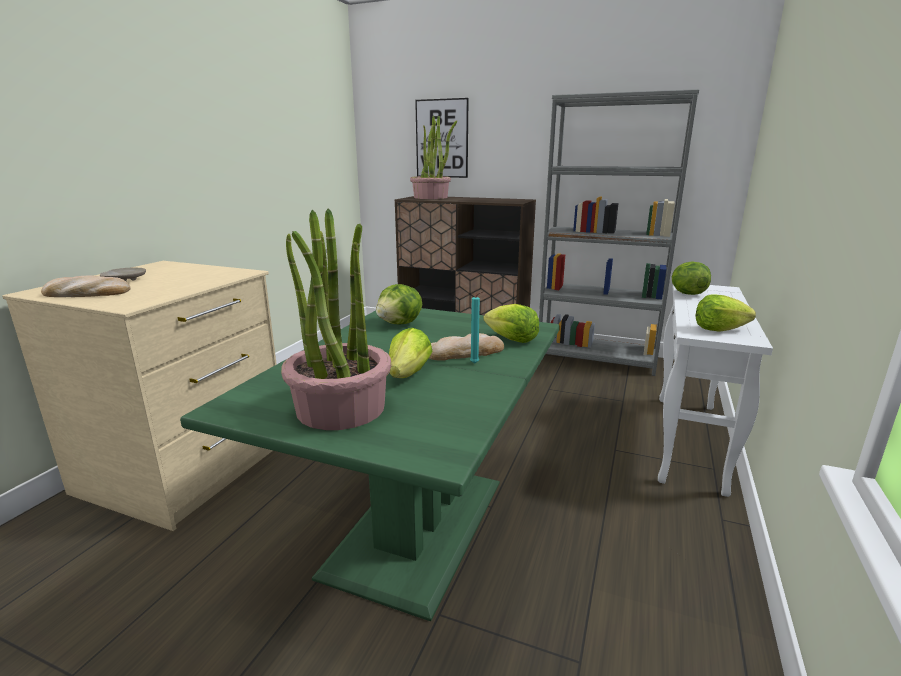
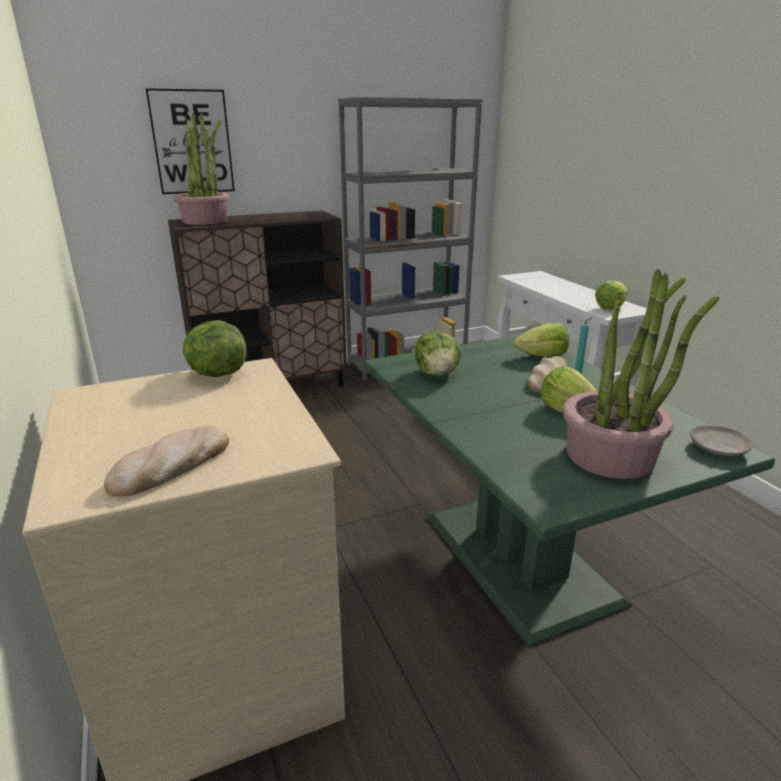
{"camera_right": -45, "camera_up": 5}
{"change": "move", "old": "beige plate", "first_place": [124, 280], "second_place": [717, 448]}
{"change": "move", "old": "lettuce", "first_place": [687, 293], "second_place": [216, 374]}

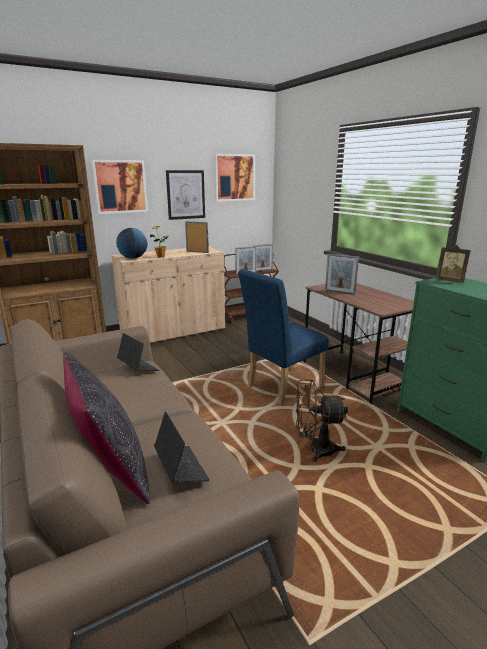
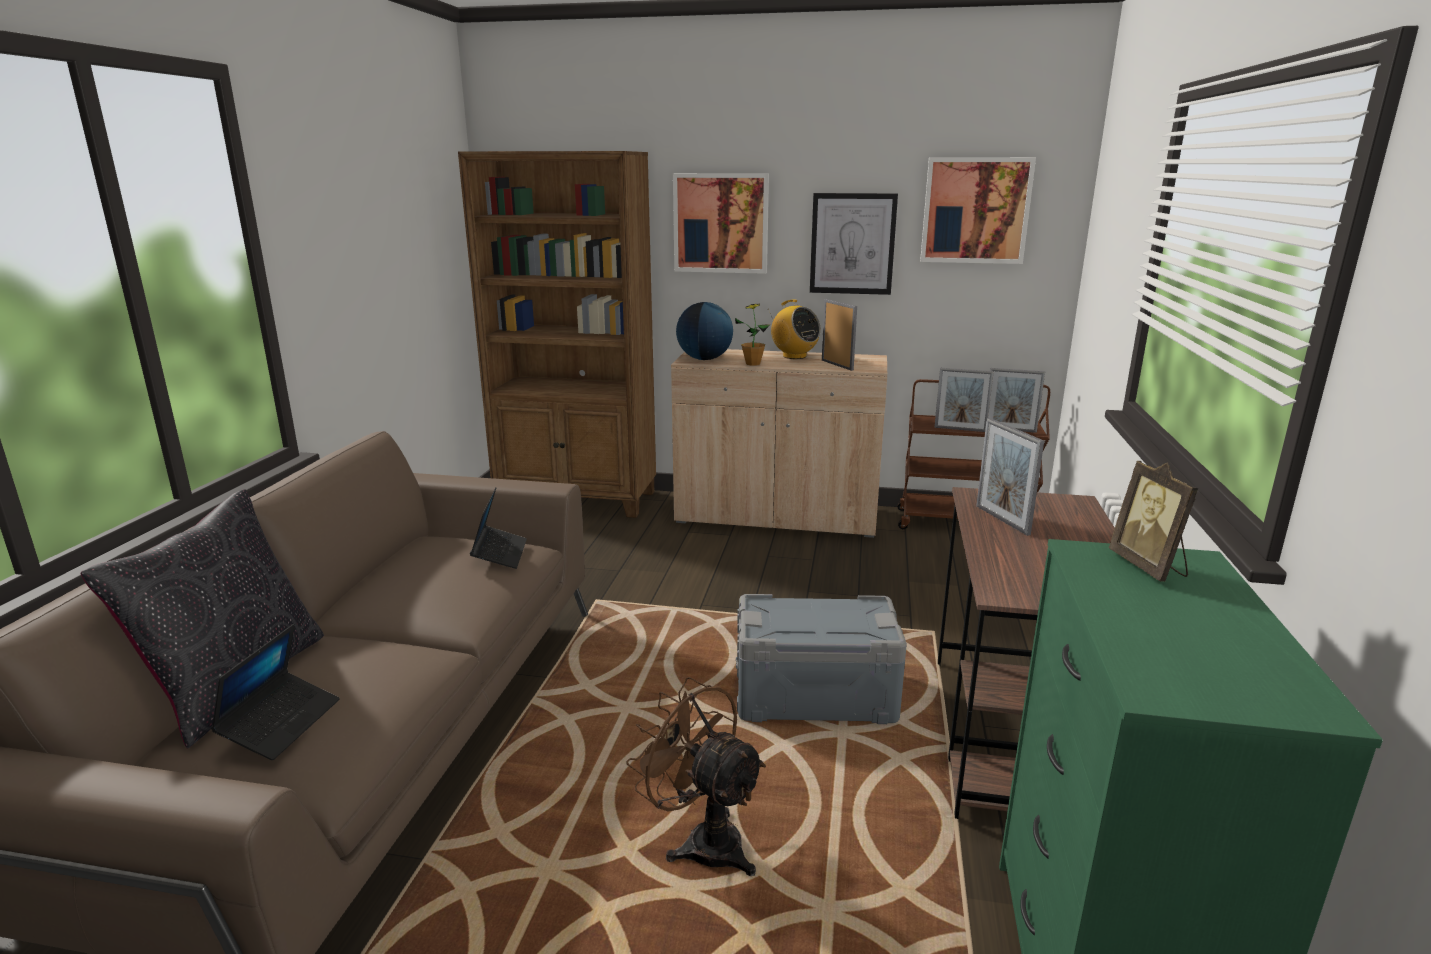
{"camera_right": 40, "camera_up": 0}
{"change": "insert", "new": "radio", "second_place": [794, 356]}
{"change": "replace", "old": "blue chair", "new": "grey storage box", "first_place": [280, 388], "second_place": [814, 694]}

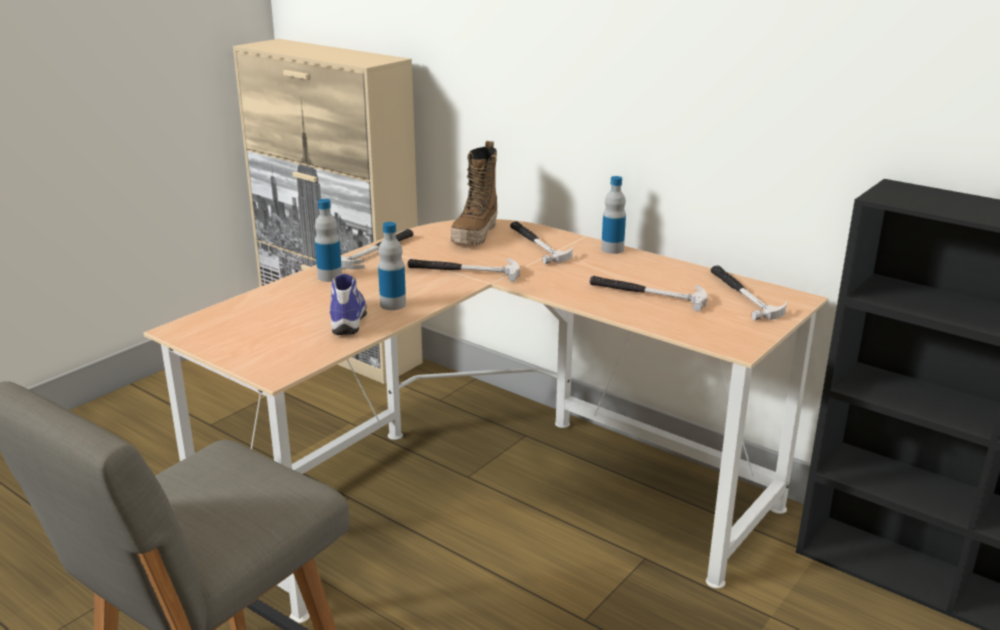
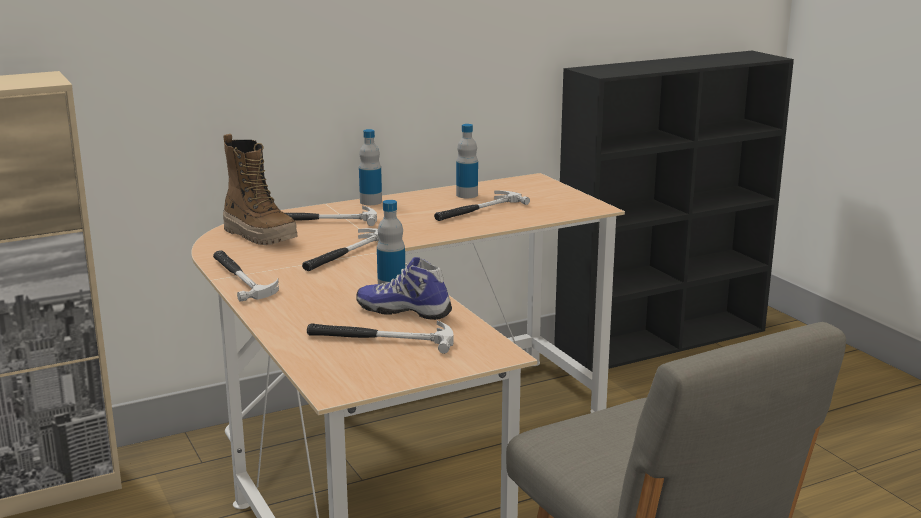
{"camera_right": -65, "camera_up": -5}
{"change": "move", "old": "bottle", "first_place": [330, 277], "second_place": [467, 195]}
{"change": "move", "old": "hammer", "first_place": [743, 295], "second_place": [380, 339]}

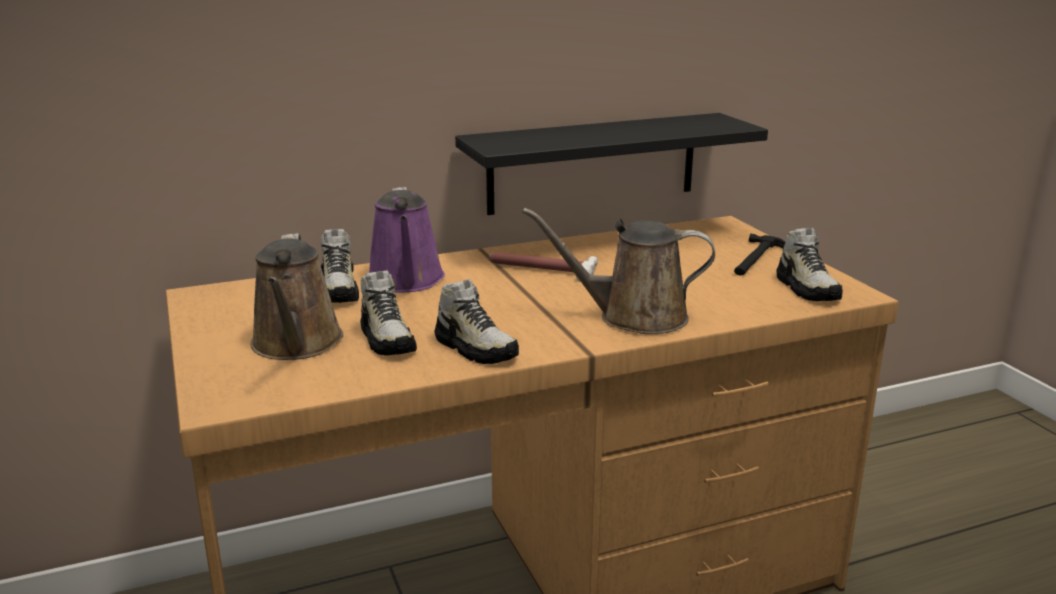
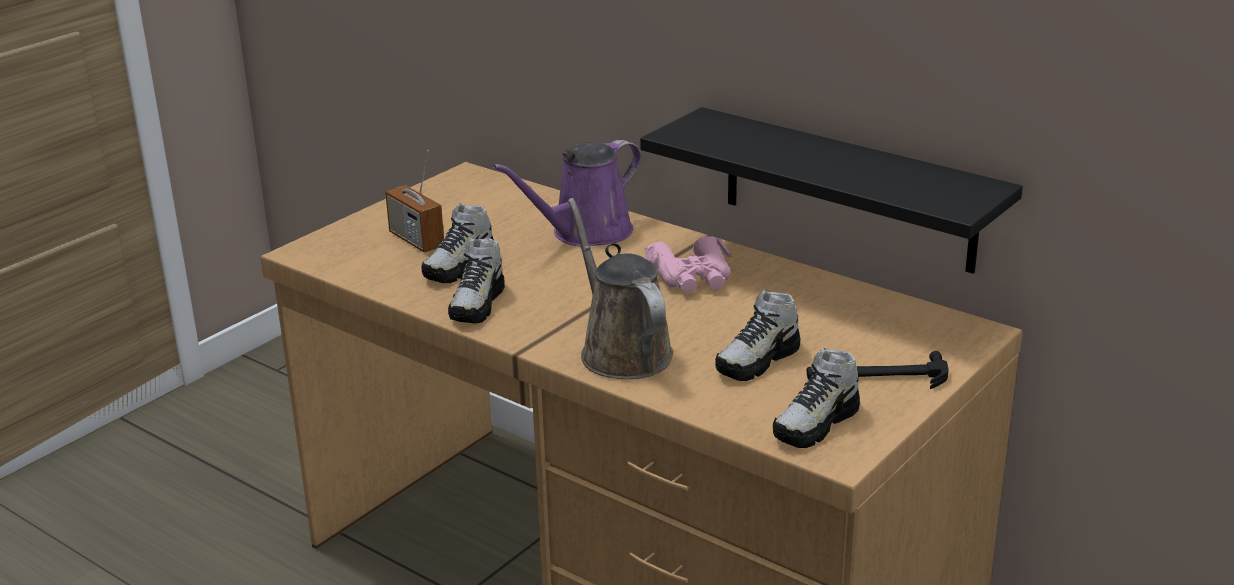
{"camera_right": 60, "camera_up": 5}
{"change": "move", "old": "shoe", "first_place": [340, 290], "second_place": [757, 361]}
{"change": "replace", "old": "brown watering can", "new": "radio", "first_place": [296, 345], "second_place": [416, 240]}
{"change": "replace", "old": "hammer", "new": "pink binoculars", "first_place": [541, 268], "second_place": [692, 277]}

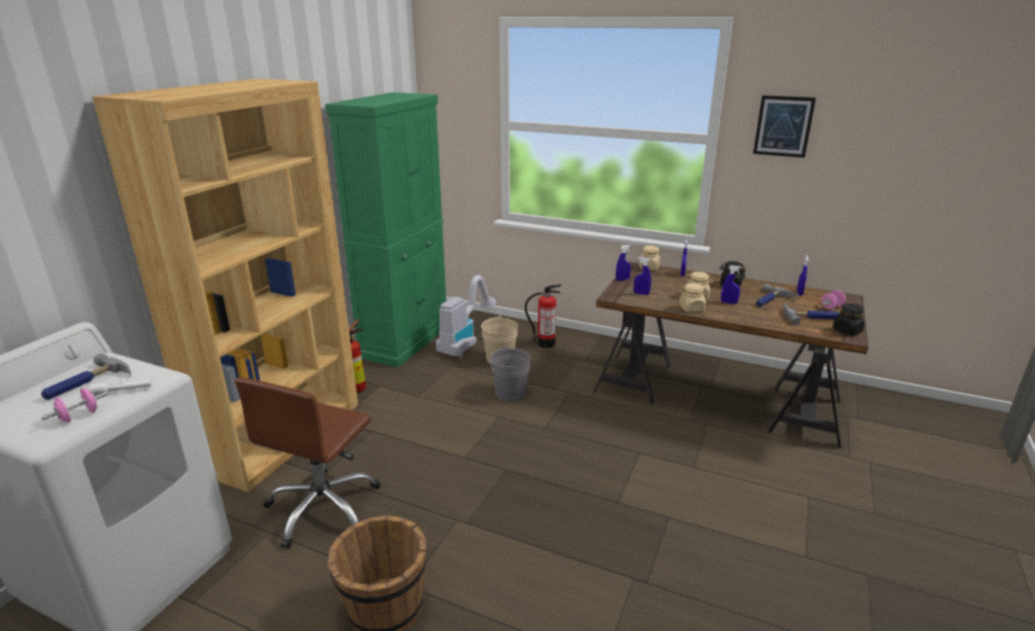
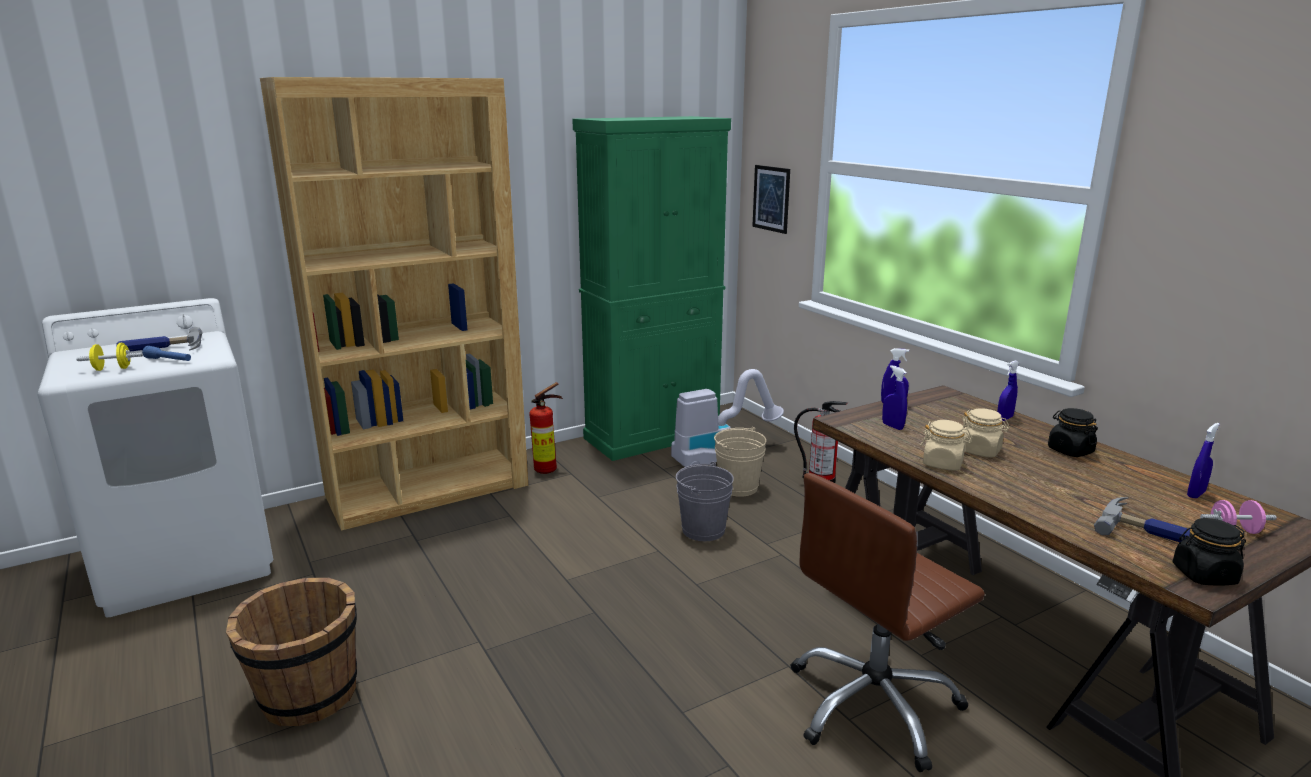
{"camera_right": 35, "camera_up": -5}
{"change": "delete", "old": "beige jar", "first_place": [649, 267]}
{"change": "delete", "old": "blue spray bottle", "first_place": [729, 303]}
{"change": "delete", "old": "hammer", "first_place": [771, 301]}
{"change": "move", "old": "brown office chair", "first_place": [323, 508], "second_place": [873, 705]}
{"change": "move", "old": "picture", "first_place": [783, 126], "second_place": [771, 198]}
{"change": "recolor", "old": "pink dumbbell", "new": "yellow dumbbell", "first_place": [79, 416], "second_place": [113, 369]}
{"change": "recolor", "old": "white flashlight", "new": "blue flashlight", "first_place": [123, 392], "second_place": [169, 360]}

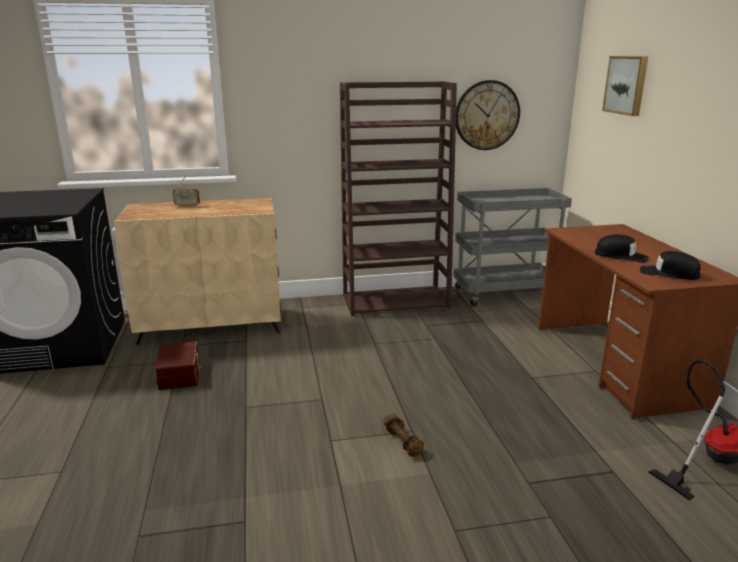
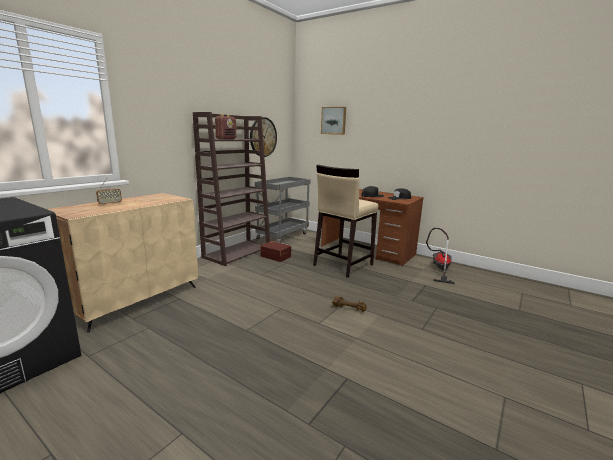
{"camera_right": -45, "camera_up": -5}
{"change": "insert", "new": "radio", "second_place": [226, 139]}
{"change": "insert", "new": "beige stool", "second_place": [342, 265]}
{"change": "move", "old": "brown storage box", "first_place": [181, 374], "second_place": [276, 256]}

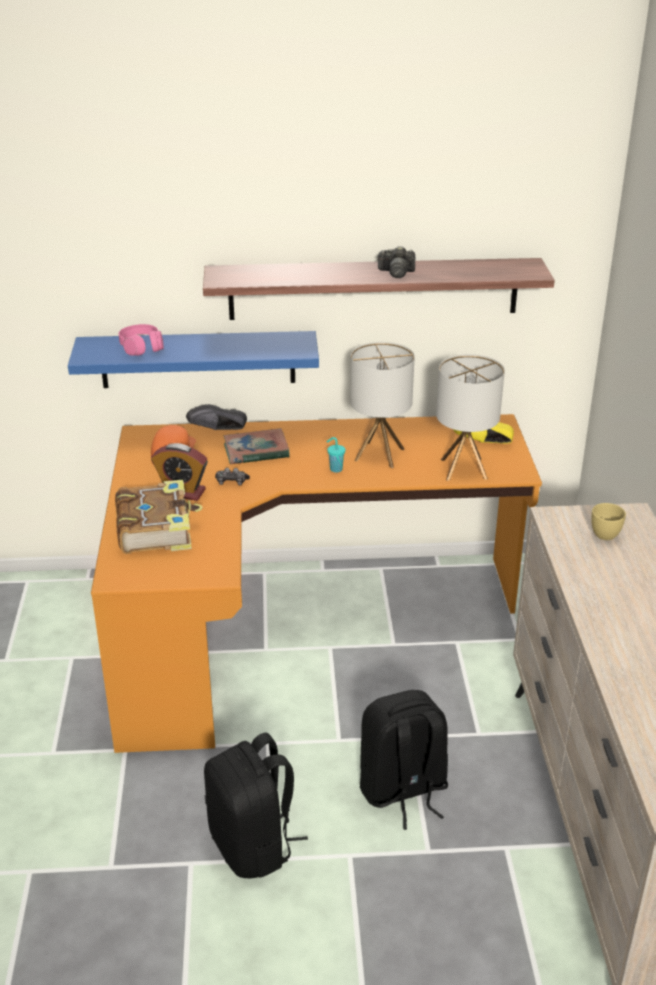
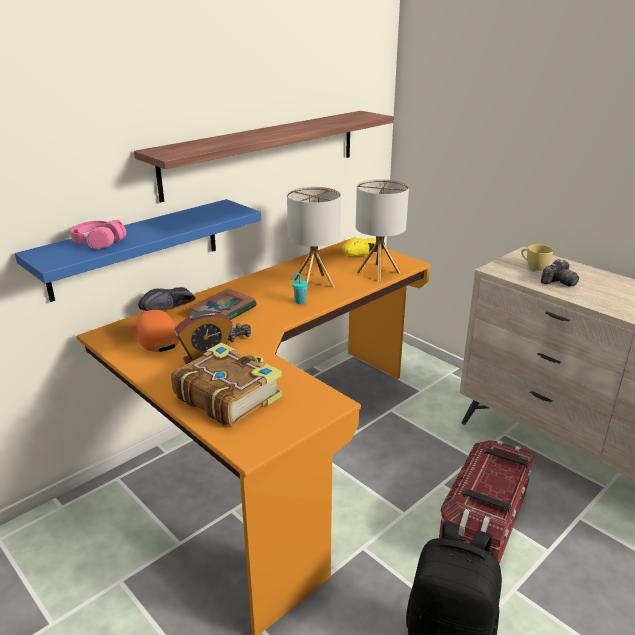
{"camera_right": -40, "camera_up": -5}
{"change": "move", "old": "photo camera", "first_place": [396, 273], "second_place": [558, 282]}
{"change": "replace", "old": "black backpack", "new": "storage box", "first_place": [403, 791], "second_place": [484, 521]}

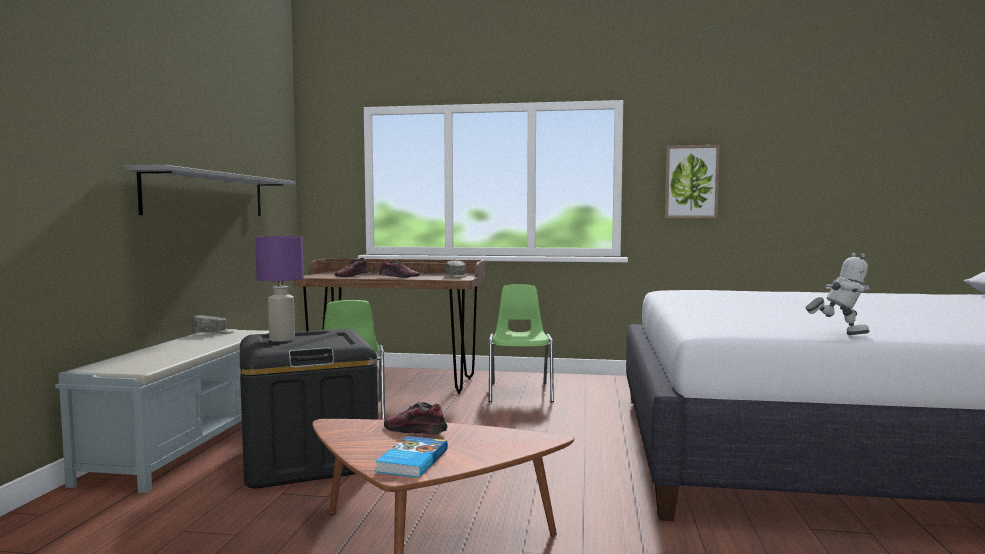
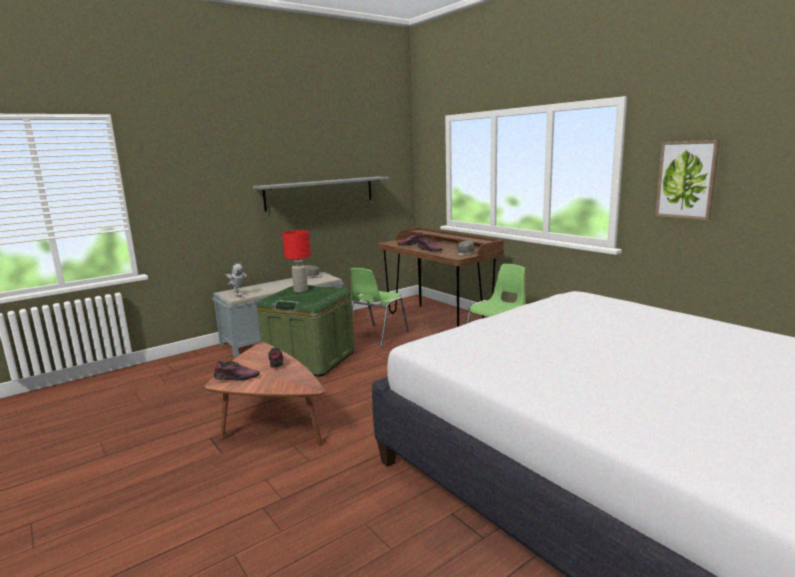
{"camera_right": 45, "camera_up": 10}
{"change": "move", "old": "toy robot", "first_place": [839, 333], "second_place": [237, 295]}
{"change": "replace", "old": "book", "new": "shoe", "first_place": [411, 461], "second_place": [236, 378]}
{"change": "recolor", "old": "black storage box", "new": "green storage box", "first_place": [308, 459], "second_place": [310, 359]}
{"change": "recolor", "old": "purple table lamp", "new": "red table lamp", "first_place": [282, 339], "second_place": [301, 290]}

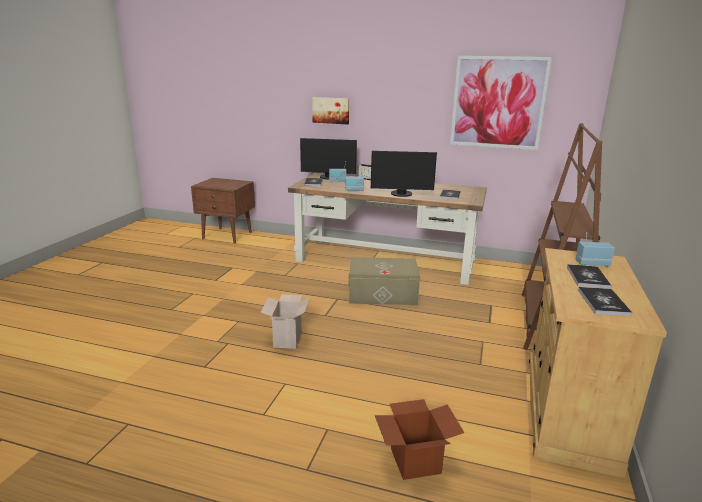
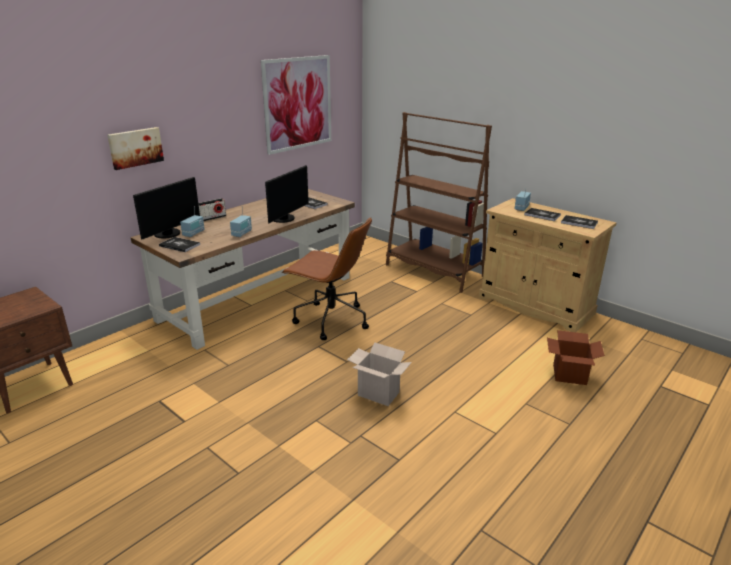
{"camera_right": -65, "camera_up": 5}
{"change": "replace", "old": "beige storage box", "new": "brown office chair", "first_place": [382, 294], "second_place": [330, 320]}

